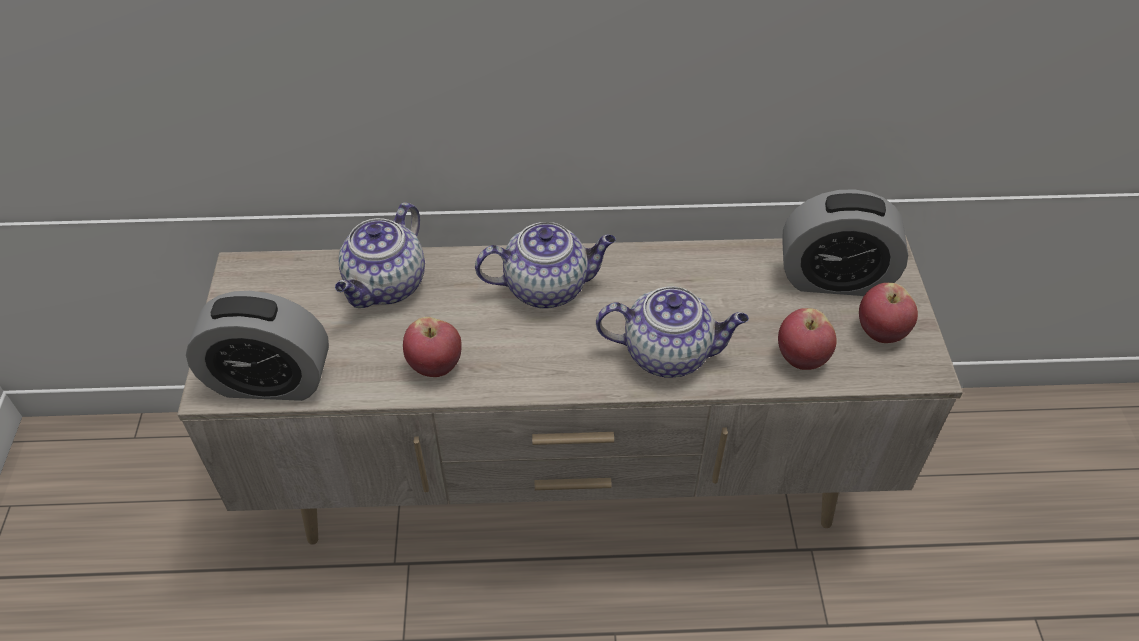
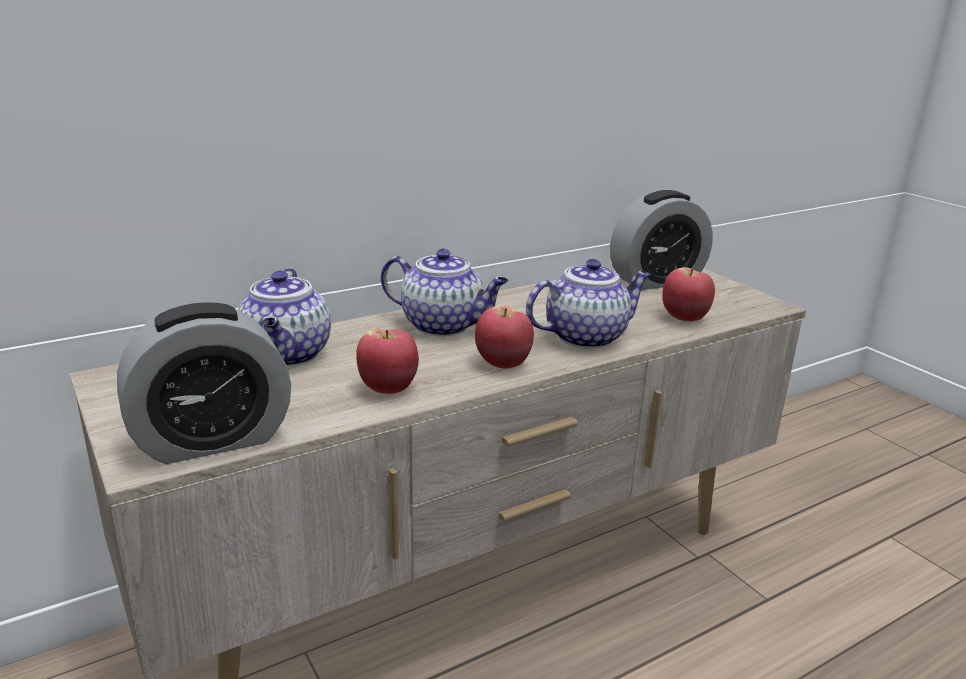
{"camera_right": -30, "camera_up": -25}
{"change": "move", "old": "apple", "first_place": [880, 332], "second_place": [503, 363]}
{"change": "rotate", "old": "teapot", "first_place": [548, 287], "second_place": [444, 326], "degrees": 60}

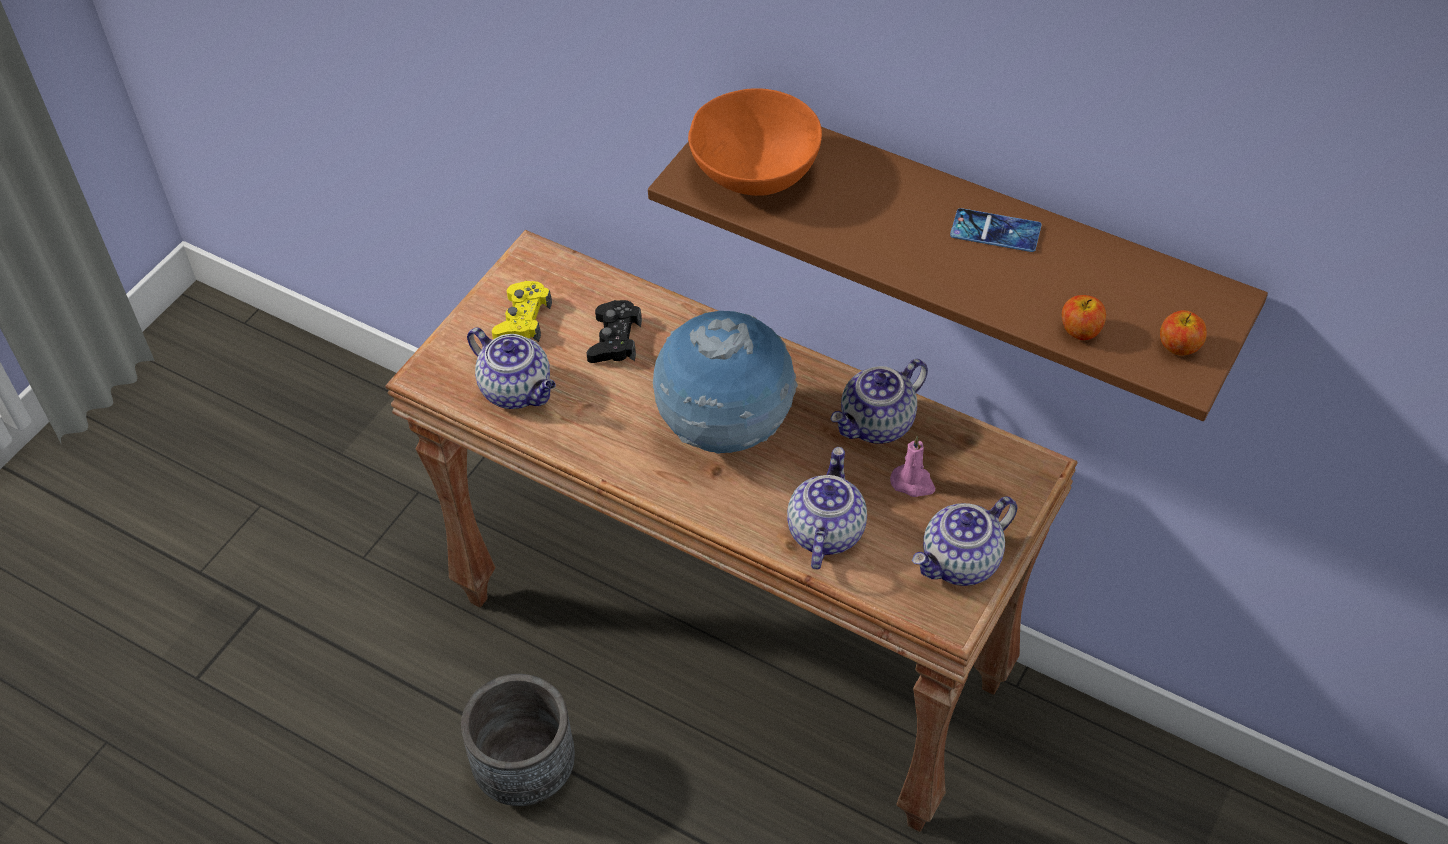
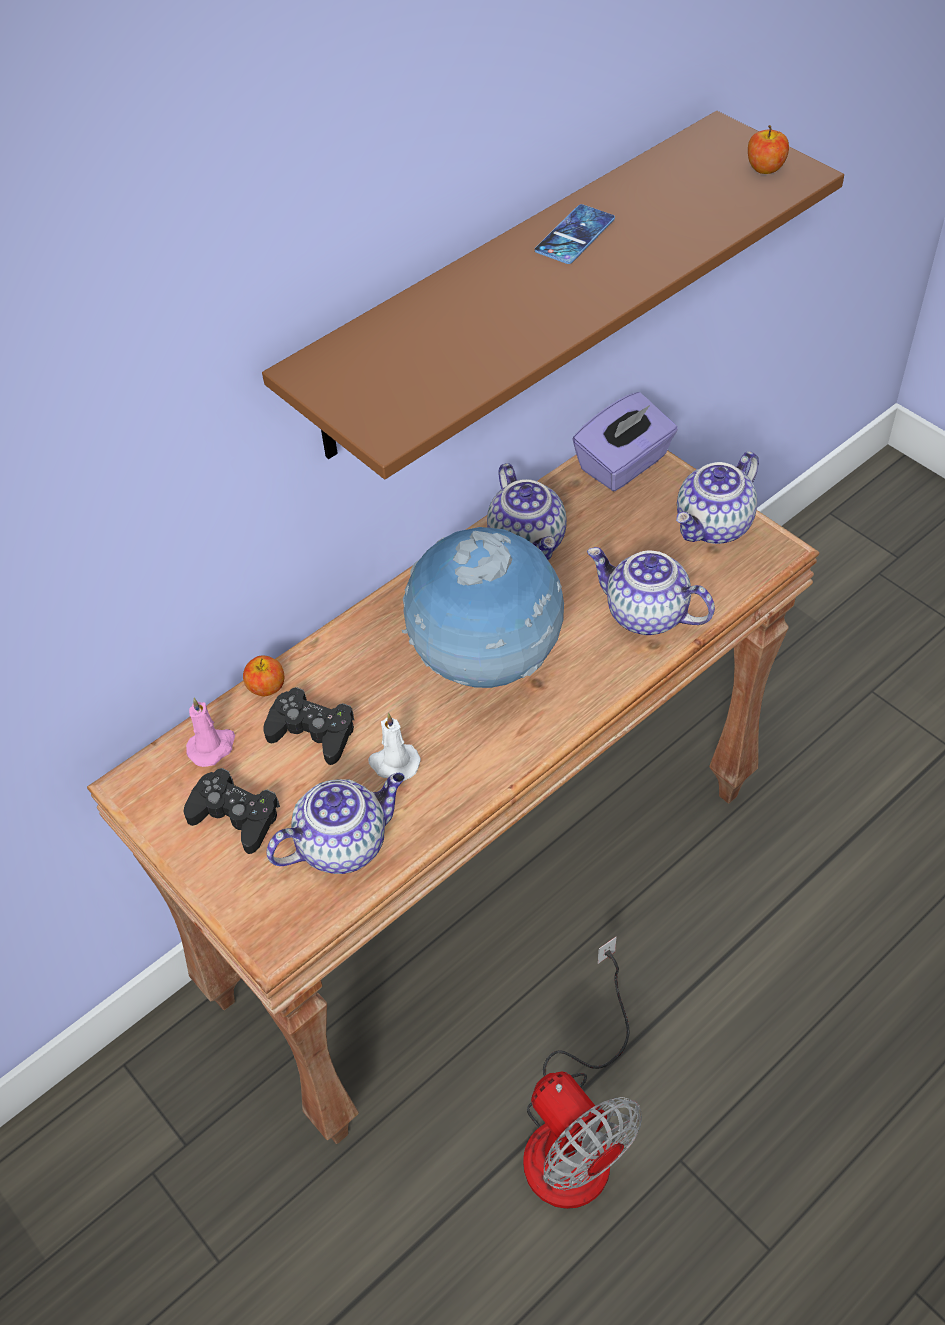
{"camera_right": -70, "camera_up": 0}
{"change": "delete", "old": "orange bowl", "first_place": [755, 173]}
{"change": "insert", "new": "white candle", "second_place": [393, 763]}
{"change": "insert", "new": "purple tissue box", "second_place": [624, 464]}
{"change": "move", "old": "pink candle", "first_place": [913, 483], "second_place": [212, 747]}
{"change": "move", "old": "apple", "first_place": [1080, 331], "second_place": [266, 687]}
{"change": "replace", "old": "grey planter", "new": "fan", "first_place": [526, 771], "second_place": [575, 1130]}
{"change": "recolor", "old": "yellow game controller", "new": "black game controller", "first_place": [523, 319], "second_place": [235, 816]}
{"change": "rotate", "old": "teapot", "first_place": [961, 563], "second_place": [714, 526], "degrees": 60}

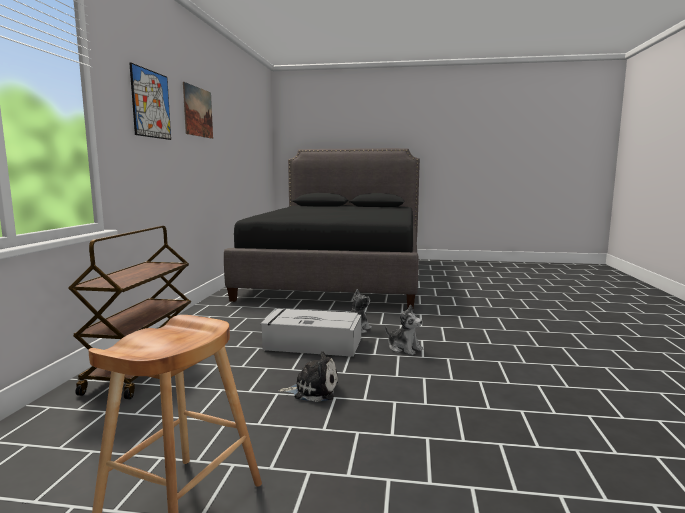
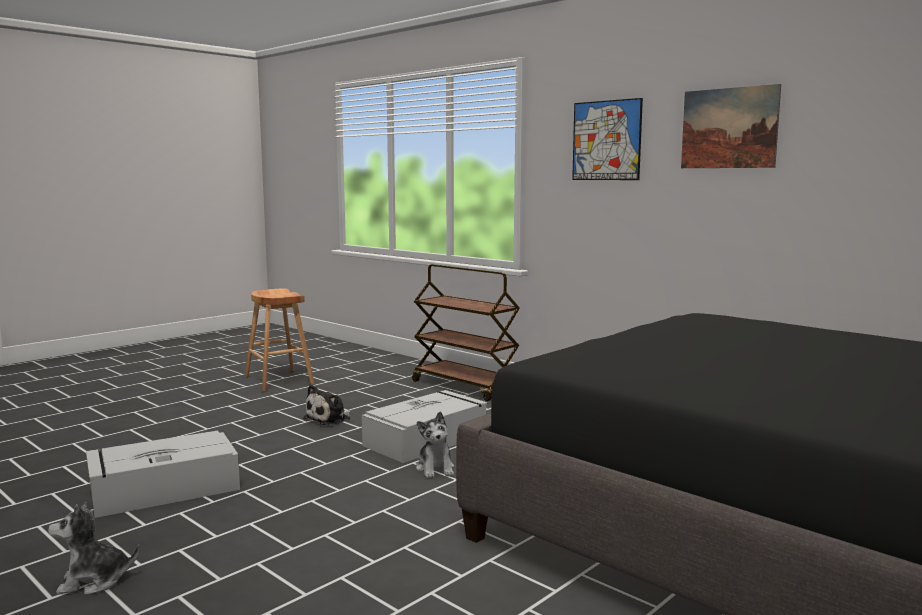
{"camera_right": 125, "camera_up": 0}
{"change": "insert", "new": "grey storage box", "second_place": [162, 489]}
{"change": "move", "old": "plush toy", "first_place": [404, 348], "second_place": [94, 581]}

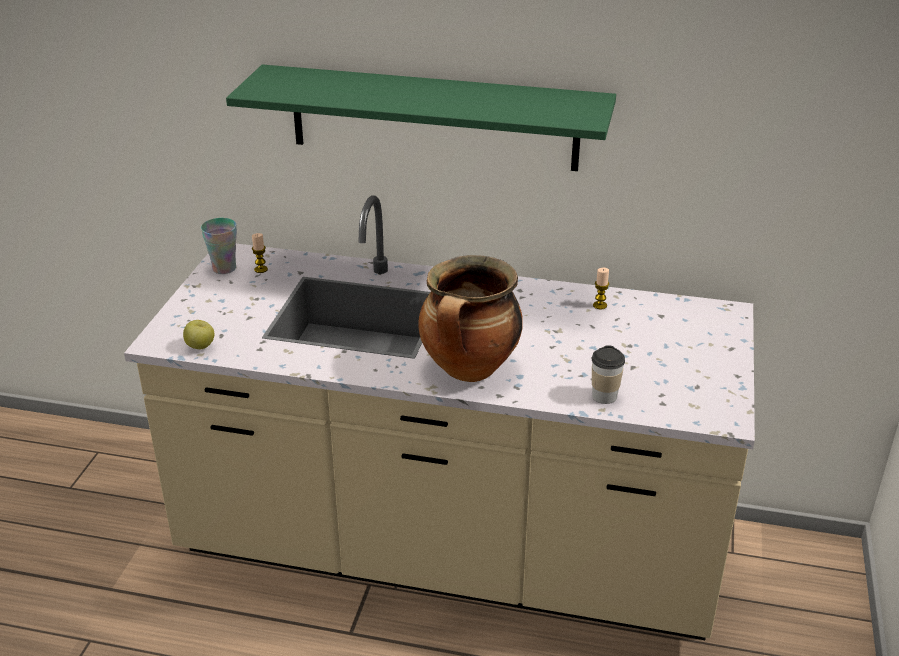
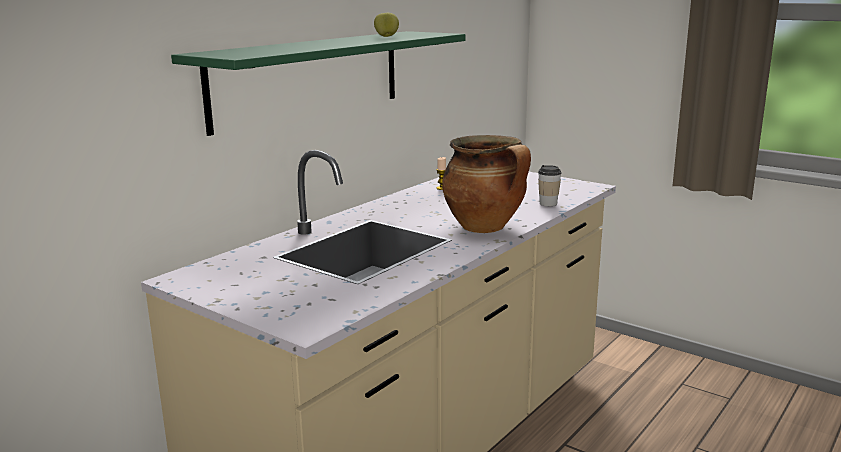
{"camera_right": -65, "camera_up": -15}
{"change": "delete", "old": "cup", "first_place": [224, 268]}
{"change": "delete", "old": "candle", "first_place": [261, 269]}
{"change": "move", "old": "apple", "first_place": [200, 347], "second_place": [386, 36]}

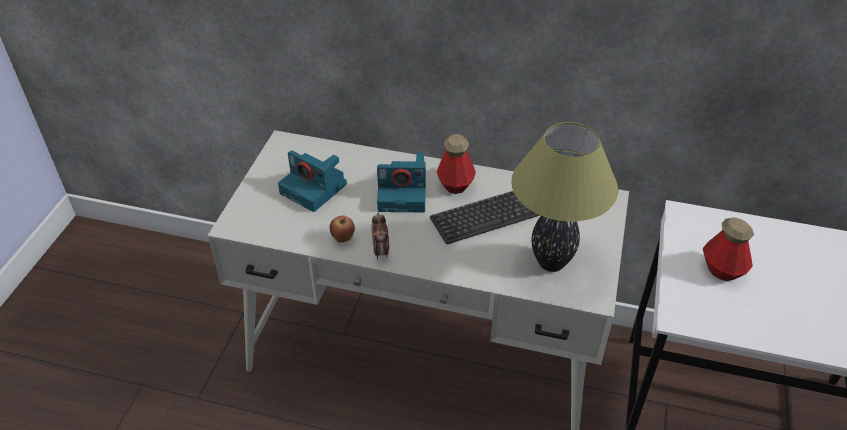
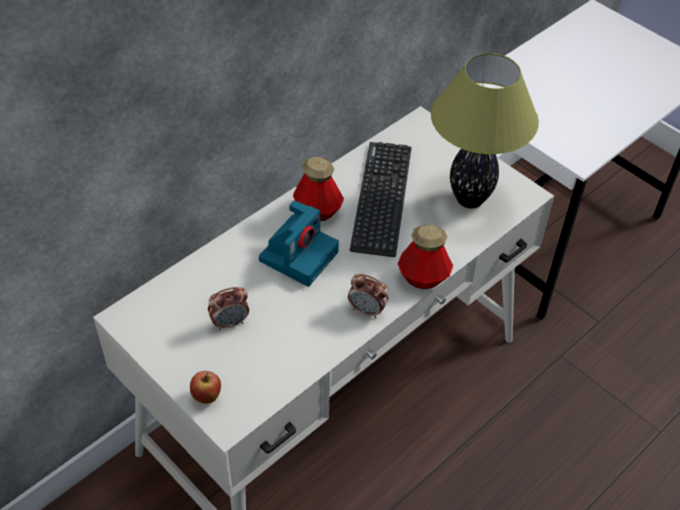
{"camera_right": -60, "camera_up": 5}
{"change": "move", "old": "apple", "first_place": [343, 238], "second_place": [207, 397]}
{"change": "move", "old": "bottle", "first_place": [722, 270], "second_place": [423, 278]}
{"change": "replace", "old": "photo camera", "new": "alarm clock", "first_place": [315, 189], "second_place": [230, 322]}

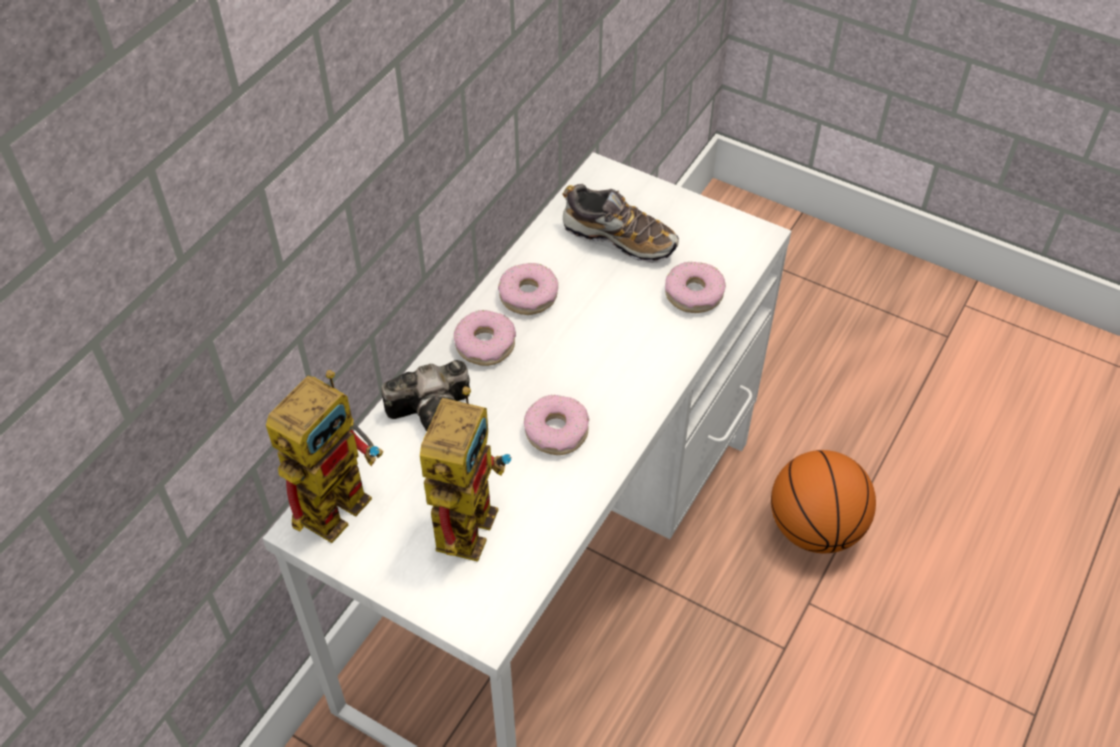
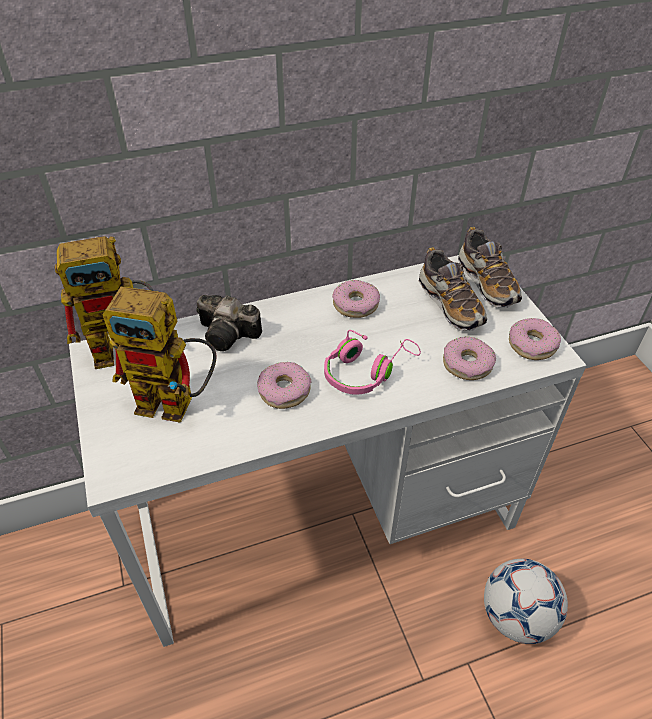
{"camera_right": 40, "camera_up": -5}
{"change": "insert", "new": "pink headphones", "second_place": [366, 371]}
{"change": "insert", "new": "shoe", "second_place": [487, 283]}
{"change": "move", "old": "donut", "first_place": [485, 344], "second_place": [532, 345]}
{"change": "replace", "old": "basketball", "new": "football", "first_place": [814, 528], "second_place": [516, 616]}
{"change": "rotate", "old": "toy robot", "first_place": [465, 514], "second_place": [178, 402], "degrees": 45}

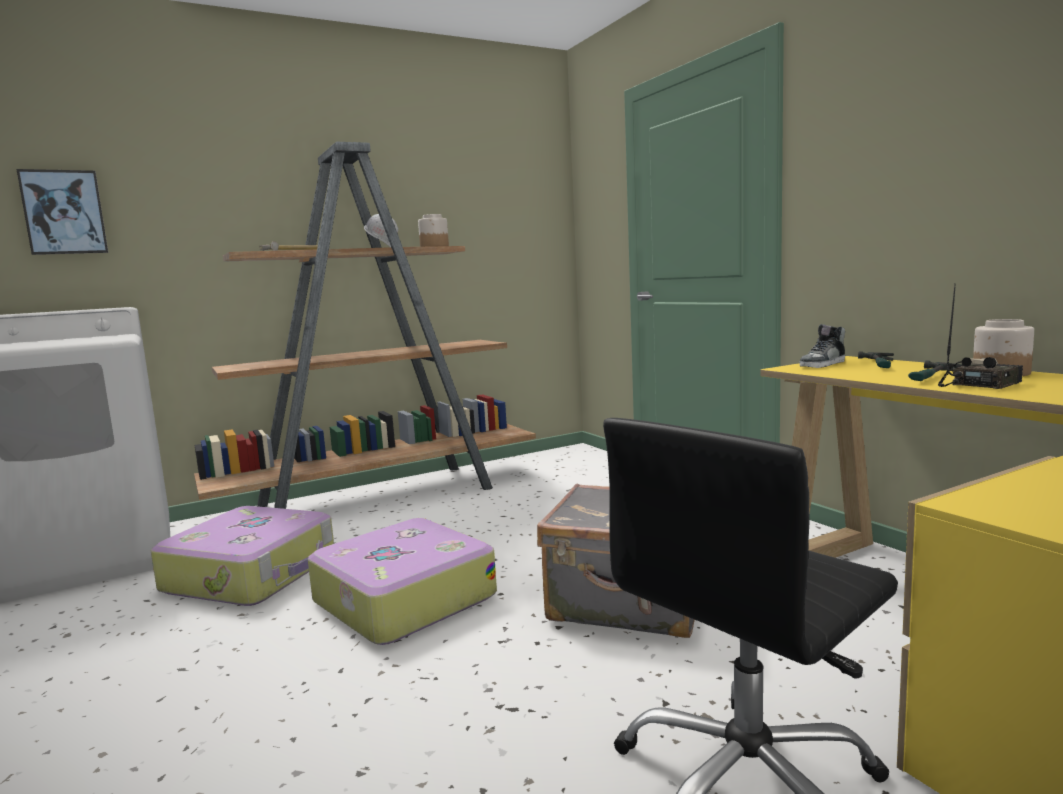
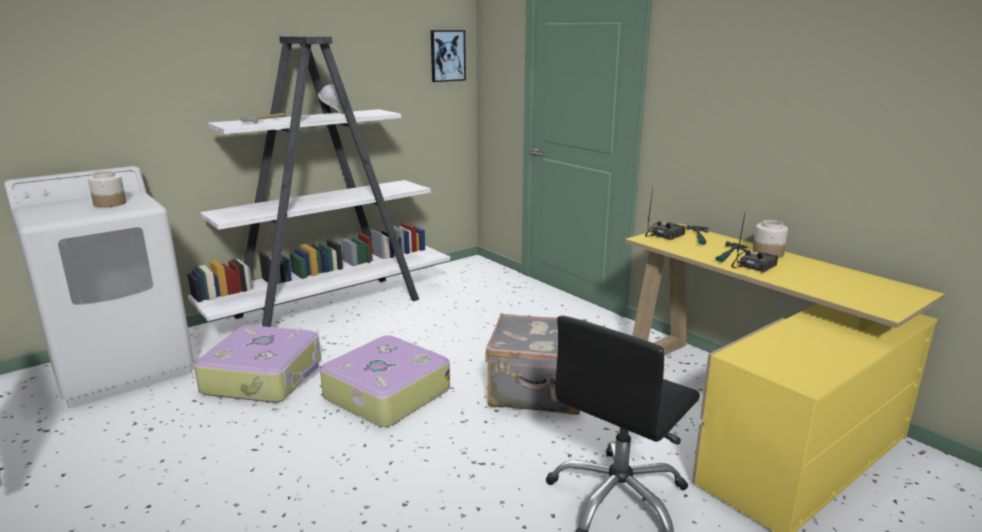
{"camera_right": -10, "camera_up": 10}
{"change": "move", "old": "picture", "first_place": [64, 212], "second_place": [447, 55]}
{"change": "move", "old": "jar", "first_place": [434, 247], "second_place": [110, 203]}
{"change": "replace", "old": "shoe", "new": "radio", "first_place": [822, 364], "second_place": [664, 235]}
{"change": "recolor", "old": "brown bookcase", "new": "white bookcase", "first_place": [380, 497], "second_place": [332, 307]}

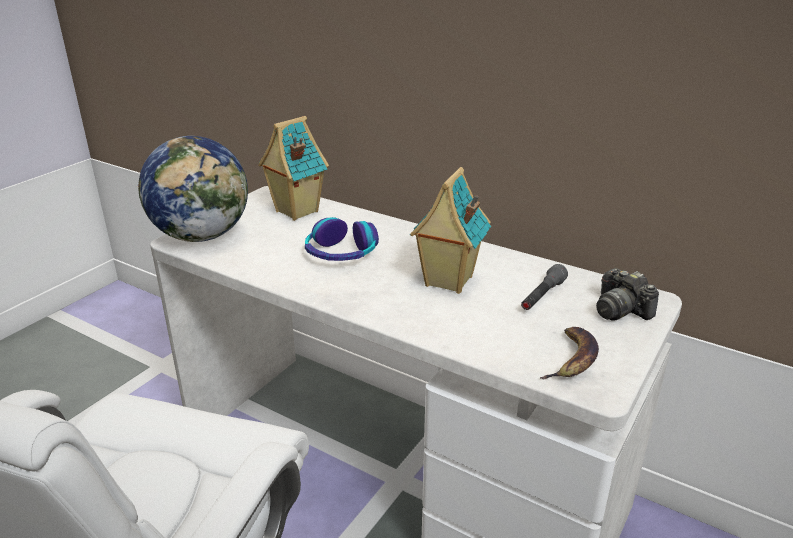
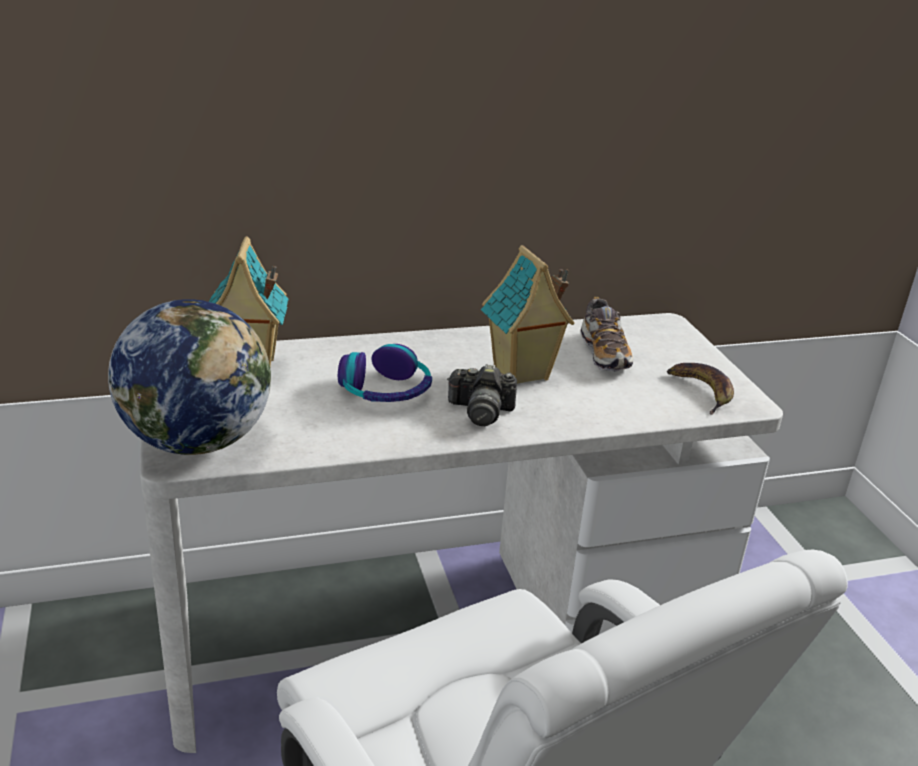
{"camera_right": -50, "camera_up": 0}
{"change": "move", "old": "photo camera", "first_place": [620, 310], "second_place": [481, 411]}
{"change": "replace", "old": "grey flashlight", "new": "shoe", "first_place": [542, 296], "second_place": [604, 354]}

